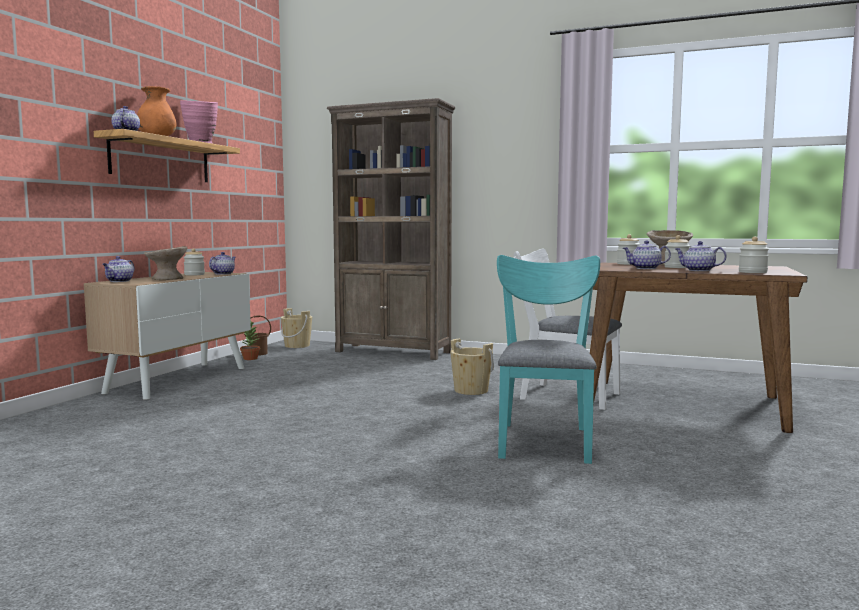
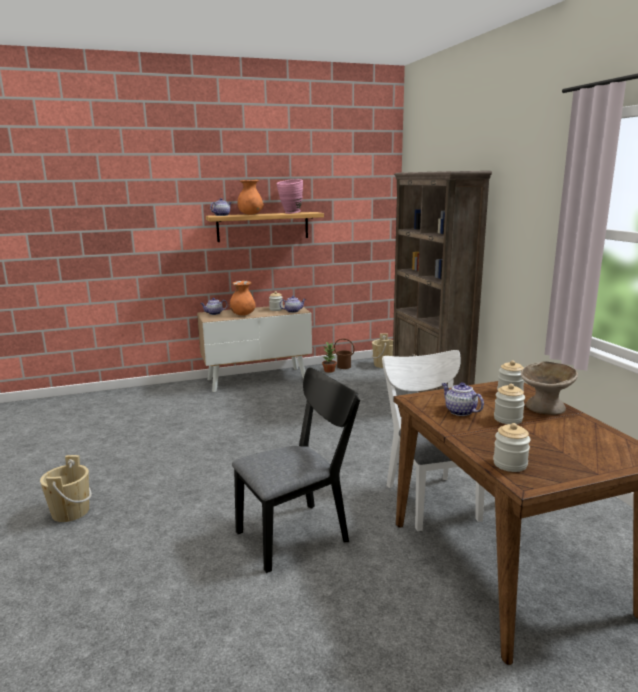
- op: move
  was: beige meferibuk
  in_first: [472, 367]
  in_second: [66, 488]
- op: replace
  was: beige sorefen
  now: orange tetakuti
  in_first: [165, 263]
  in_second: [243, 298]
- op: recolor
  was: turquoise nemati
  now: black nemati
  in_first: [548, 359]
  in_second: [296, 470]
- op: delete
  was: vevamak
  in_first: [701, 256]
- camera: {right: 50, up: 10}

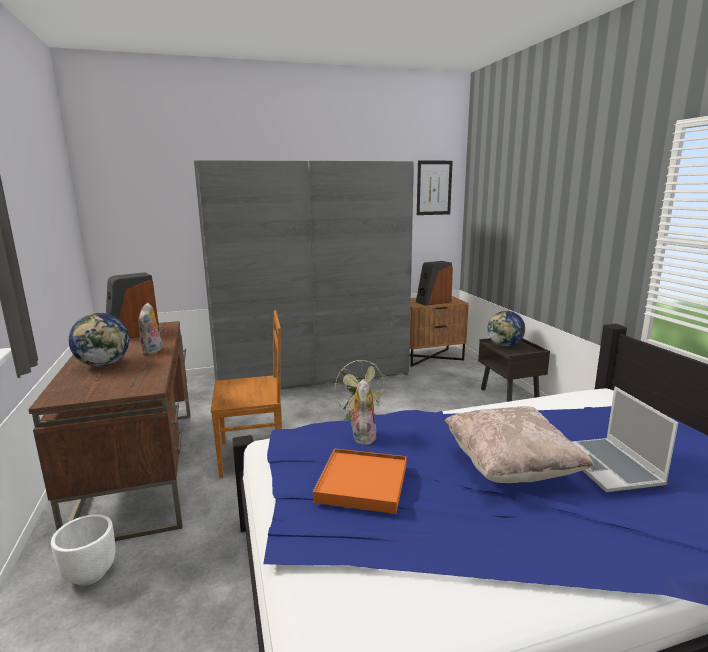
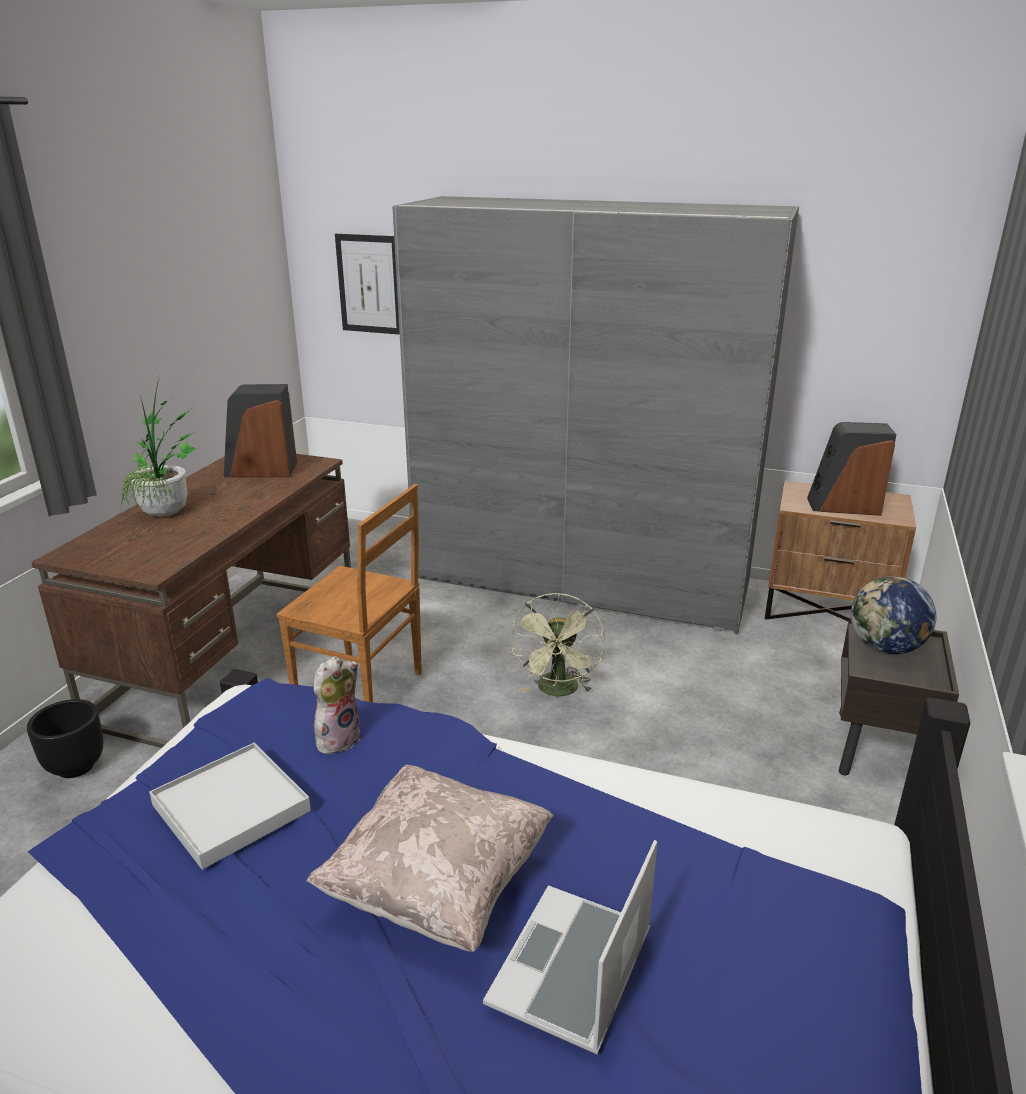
- op: recolor
  was: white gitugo
  now: black gitugo
  in_first: [83, 550]
  in_second: [65, 738]
- op: replace
  was: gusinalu
  now: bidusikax
  in_first: [99, 340]
  in_second: [159, 447]
- op: recolor
  was: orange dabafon
  now: white dabafon
  in_first: [360, 481]
  in_second: [230, 806]
- op: move
  was: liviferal
  in_first: [435, 187]
  in_second: [367, 284]
- op: delete
  was: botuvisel
  in_first: [150, 329]
- camera: {right: 35, up: 10}

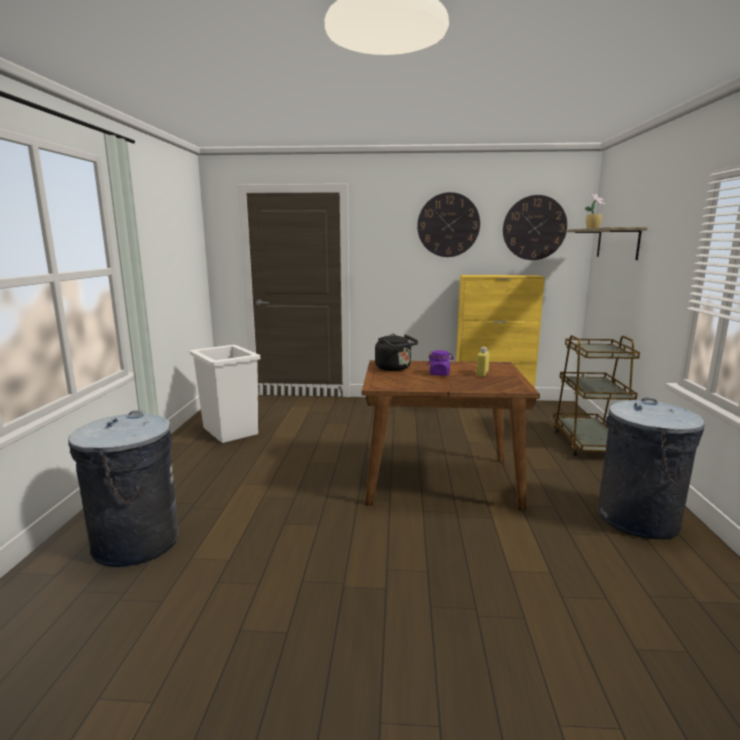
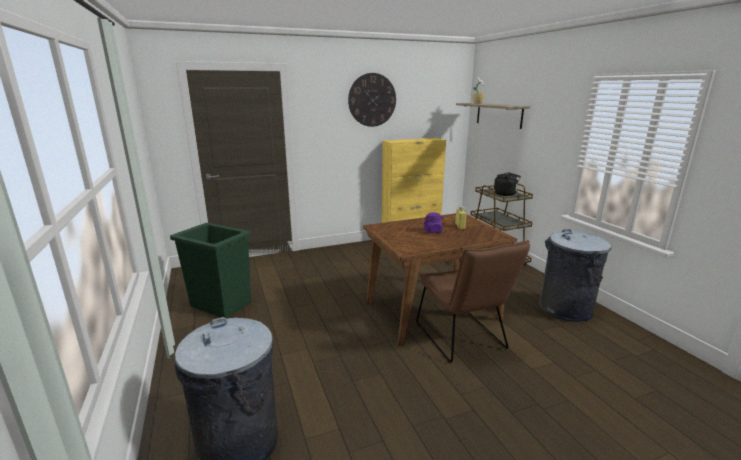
- op: recolor
  was: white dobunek
  now: green dobunek
  in_first: [225, 394]
  in_second: [210, 270]
- op: insert
  now: brown nemati
  in_second: [473, 301]
- op: move
  was: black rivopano
  in_first: [396, 352]
  in_second: [507, 184]
- op: delete
  was: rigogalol
  in_first: [535, 227]
- camera: {right: -25, up: 5}

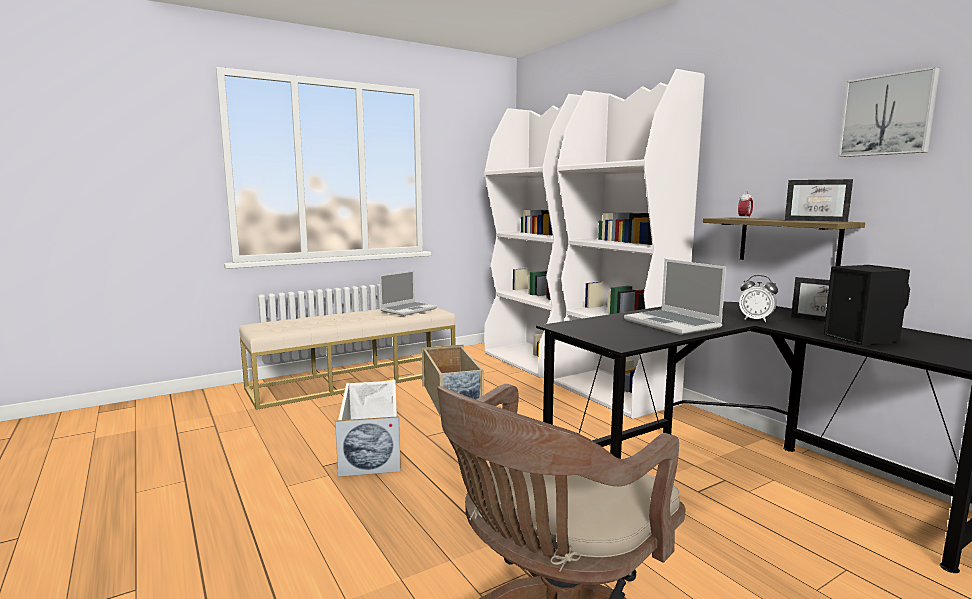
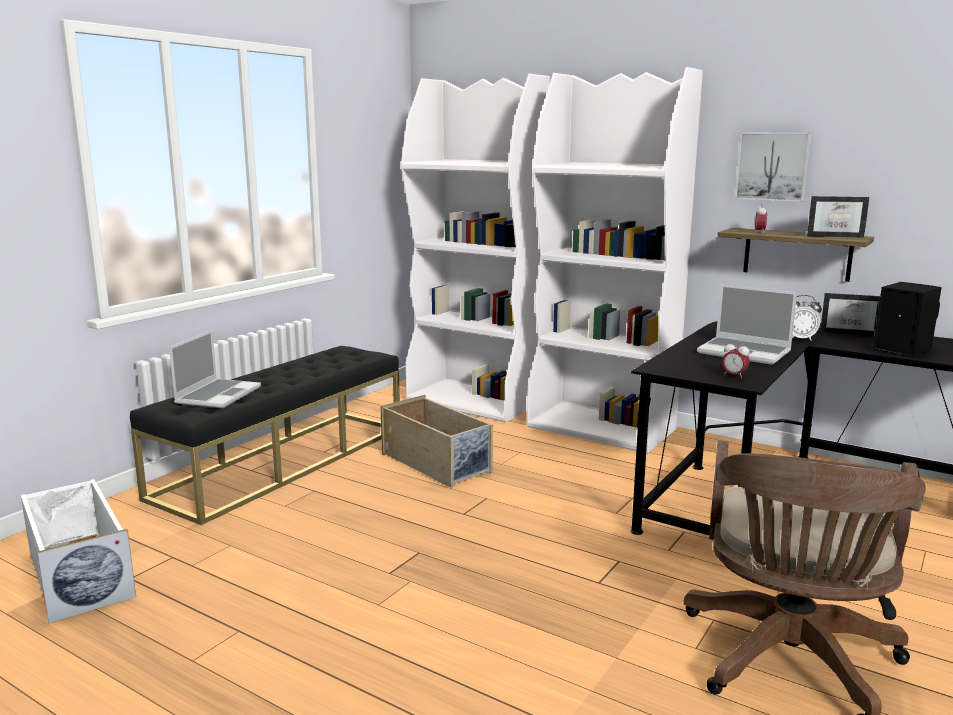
- op: move
  was: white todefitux
  in_first: [368, 428]
  in_second: [78, 551]
- op: recolor
  was: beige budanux
  now: black budanux
  in_first: [347, 359]
  in_second: [265, 435]
- op: move
  was: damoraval
  in_first: [408, 293]
  in_second: [215, 369]
- op: insert
  now: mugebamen
  in_second: [736, 360]
- op: move
  was: liviferal
  in_first: [889, 112]
  in_second: [773, 167]
- camera: {right: -25, up: 5}

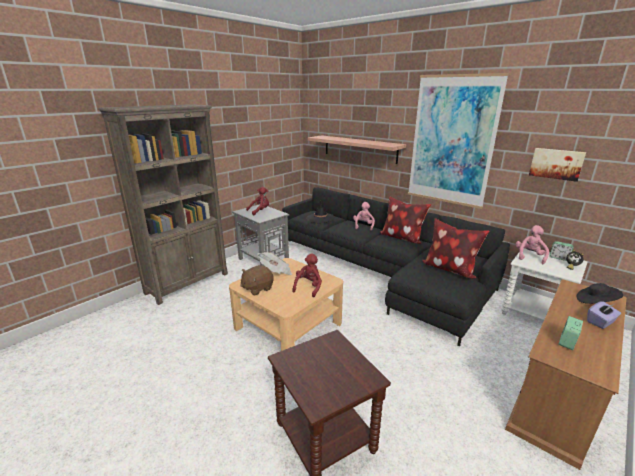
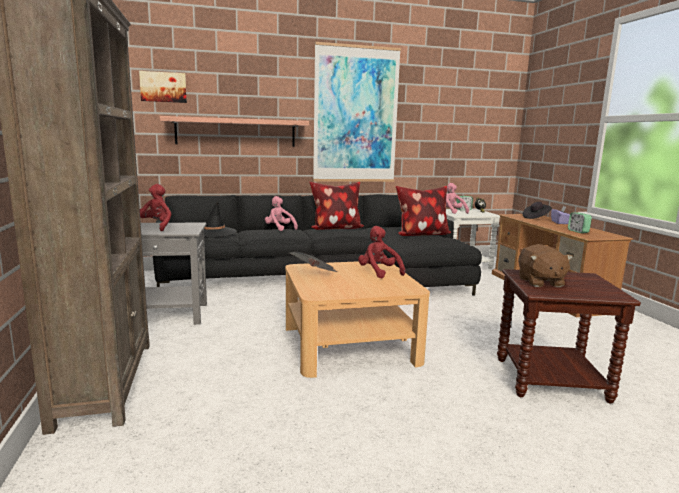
- op: move
  was: liviferal
  in_first: [557, 165]
  in_second: [163, 87]
- op: move
  was: brown botuvisel
  in_first: [257, 280]
  in_second: [545, 265]
- camera: {right: -55, up: -10}

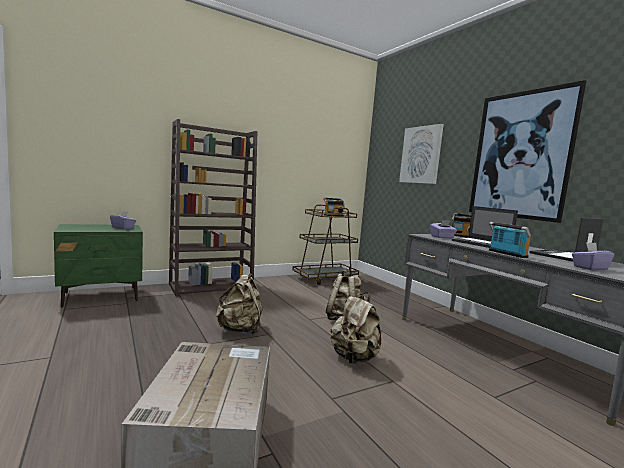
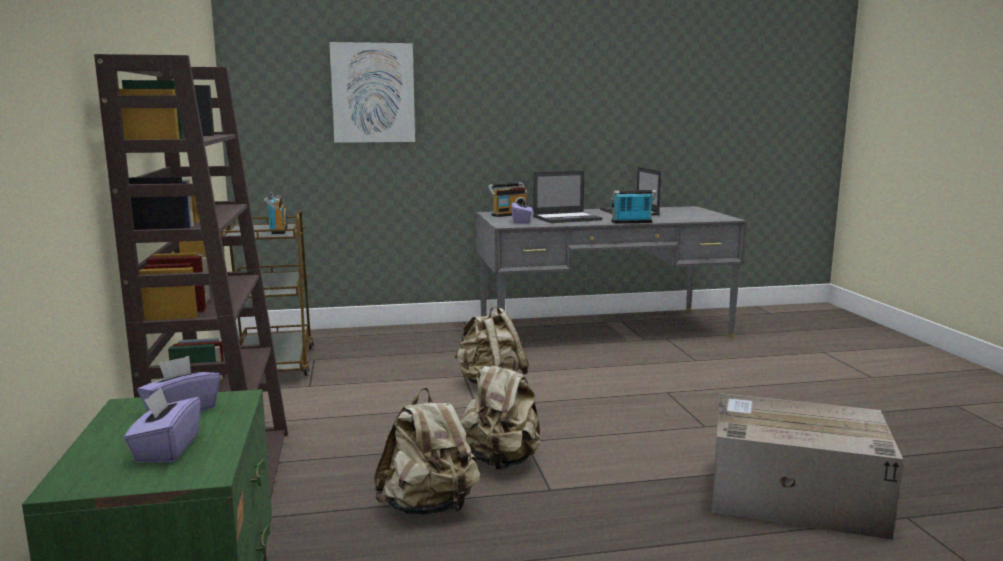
- op: move
  was: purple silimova
  in_first: [593, 256]
  in_second: [162, 425]
- op: move
  was: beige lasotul
  in_first: [355, 328]
  in_second: [427, 451]
- op: delete
  was: liviferal
  in_first: [527, 151]
- camera: {right: -70, up: 5}

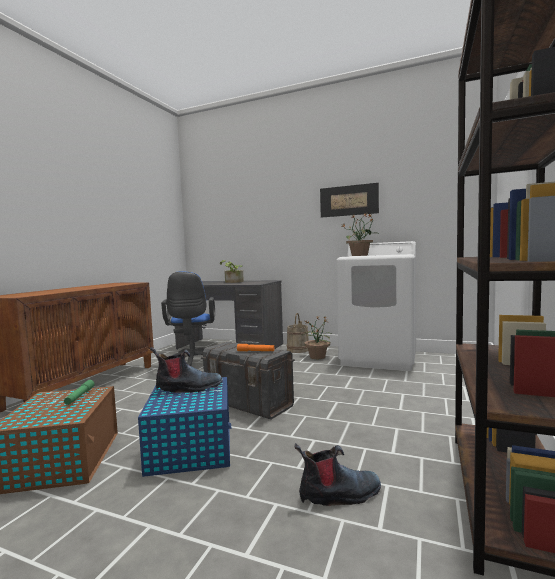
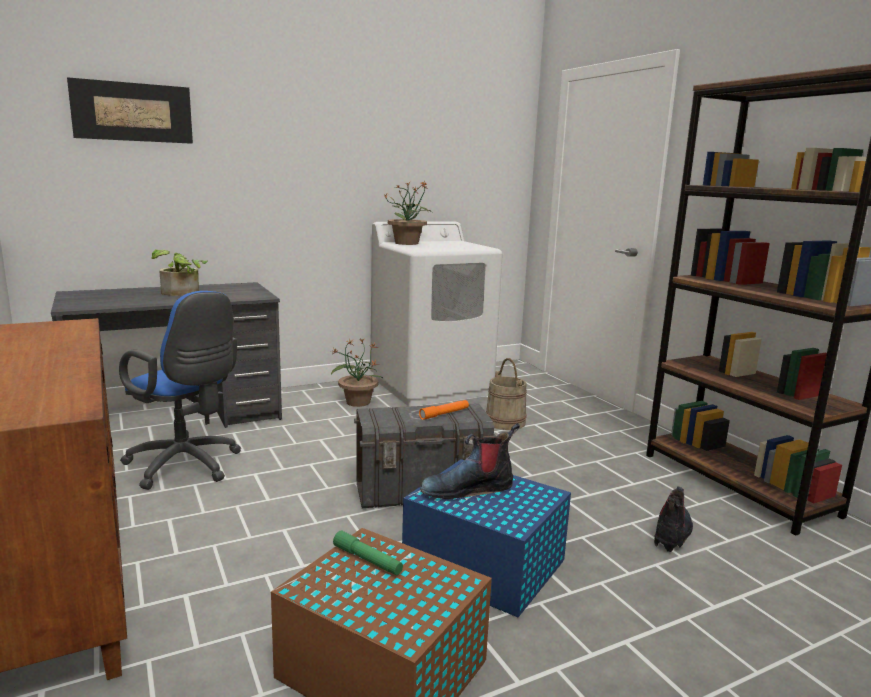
- op: move
  was: liviferal
  in_first: [349, 200]
  in_second: [130, 110]
- op: rotate
  was: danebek
  in_first: [186, 370]
  in_second: [470, 461]
  clockwise: -135
- op: move
  was: beige meferibuk
  in_first: [298, 333]
  in_second: [506, 394]
- camera: {right: -50, up: 10}

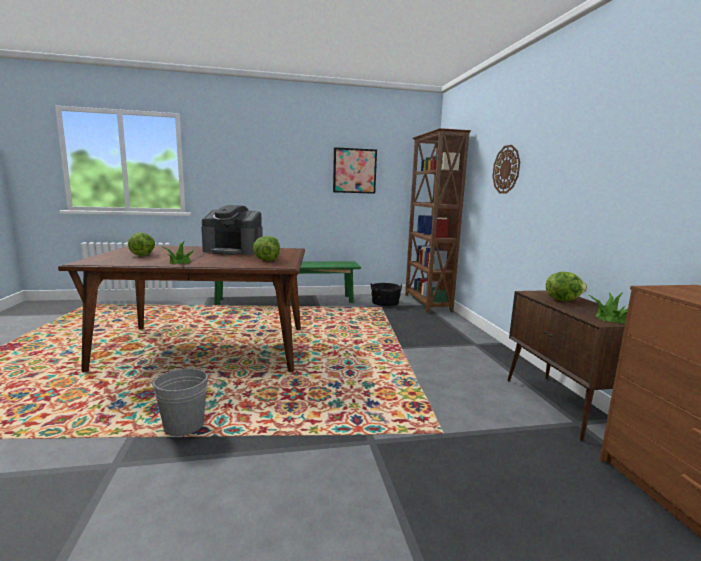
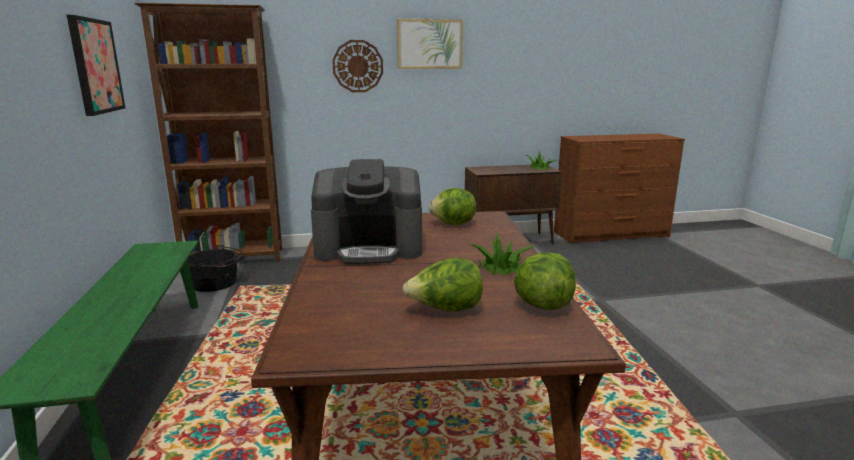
- op: rotate
  was: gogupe
  in_first: [232, 230]
  in_second: [366, 211]
  clockwise: 75
- op: insert
  now: liviferal
  in_second: [430, 44]
- op: move
  was: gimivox
  in_first: [566, 286]
  in_second: [545, 281]
- op: delete
  was: grey meferibuk
  in_first: [180, 402]
- camera: {right: -90, up: 5}

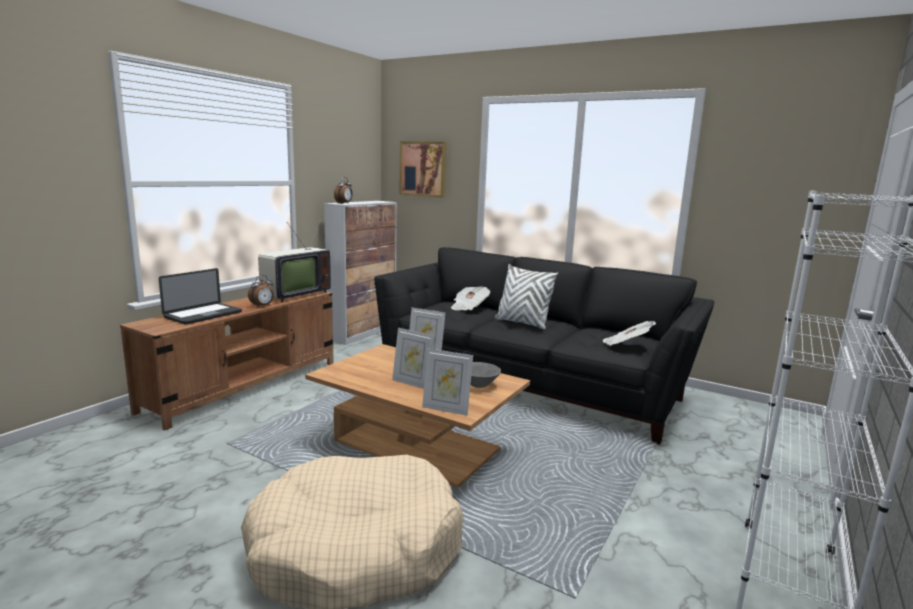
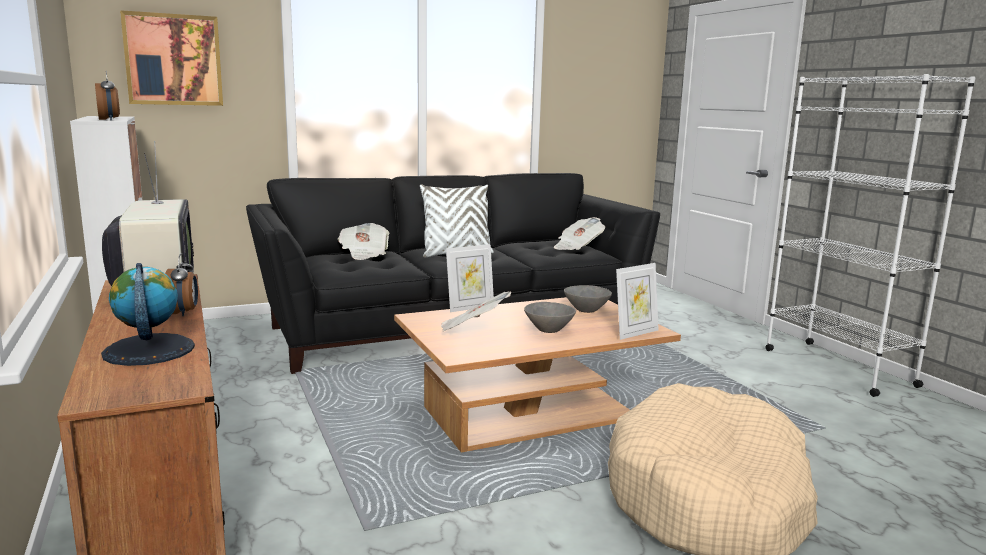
- op: replace
  was: damoraval
  now: gusinalu
  in_first: [200, 296]
  in_second: [148, 314]
- op: insert
  now: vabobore
  in_second: [476, 311]
- op: replace
  was: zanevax
  now: grey sorefen
  in_first: [413, 358]
  in_second: [550, 317]
- camera: {right: -55, up: 0}

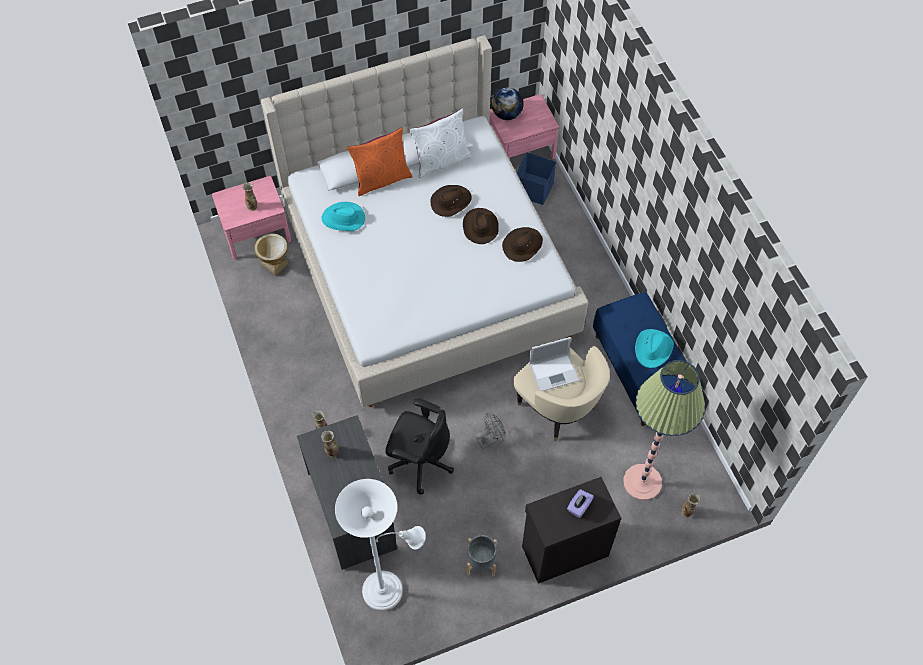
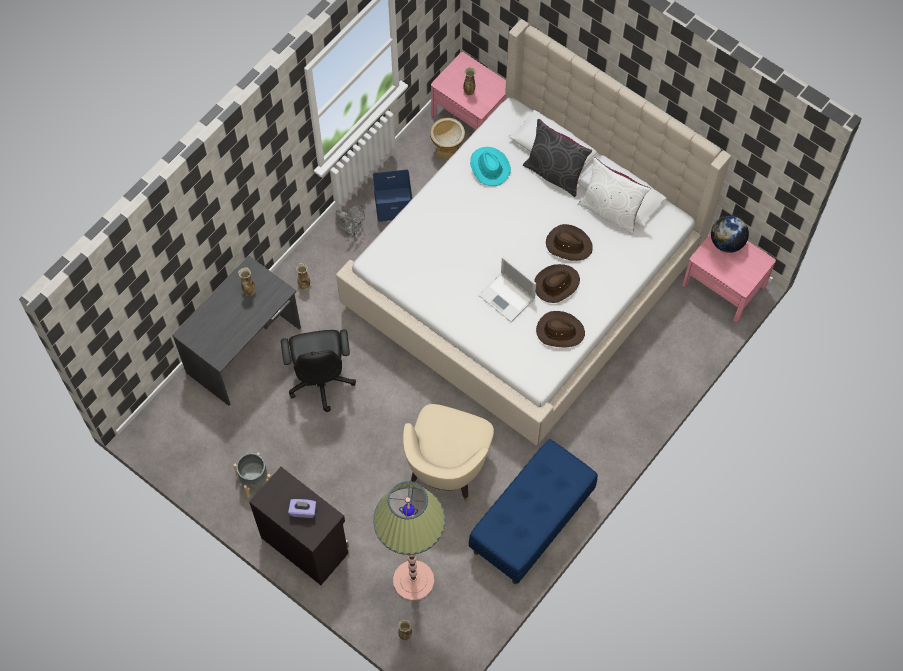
- op: move
  was: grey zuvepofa
  in_first: [490, 430]
  in_second: [350, 220]
- op: move
  was: blue todefitux
  in_first: [536, 179]
  in_second: [392, 196]
- op: move
  was: damoraval
  in_first: [554, 364]
  in_second: [507, 289]
- op: recolor
  was: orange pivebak
  now: grey pivebak
  in_first: [379, 161]
  in_second: [557, 158]
- op: delete
  was: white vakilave
  in_first: [380, 545]
- op: delete
  was: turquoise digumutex
  in_first: [654, 348]
- camera: {right: 60, up: 5}

